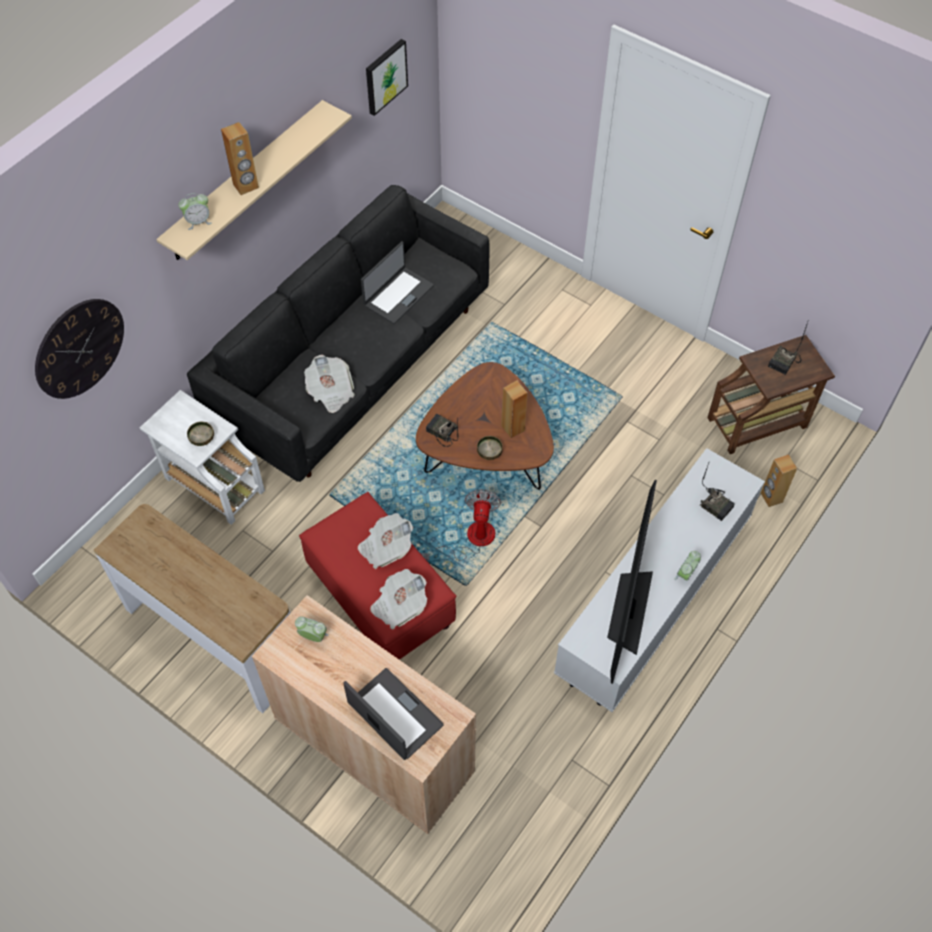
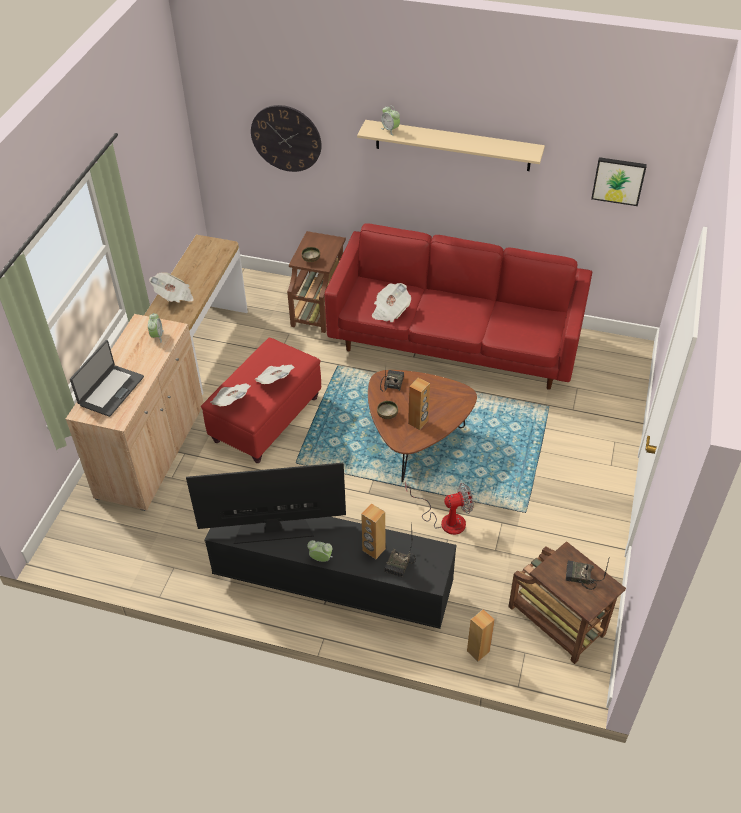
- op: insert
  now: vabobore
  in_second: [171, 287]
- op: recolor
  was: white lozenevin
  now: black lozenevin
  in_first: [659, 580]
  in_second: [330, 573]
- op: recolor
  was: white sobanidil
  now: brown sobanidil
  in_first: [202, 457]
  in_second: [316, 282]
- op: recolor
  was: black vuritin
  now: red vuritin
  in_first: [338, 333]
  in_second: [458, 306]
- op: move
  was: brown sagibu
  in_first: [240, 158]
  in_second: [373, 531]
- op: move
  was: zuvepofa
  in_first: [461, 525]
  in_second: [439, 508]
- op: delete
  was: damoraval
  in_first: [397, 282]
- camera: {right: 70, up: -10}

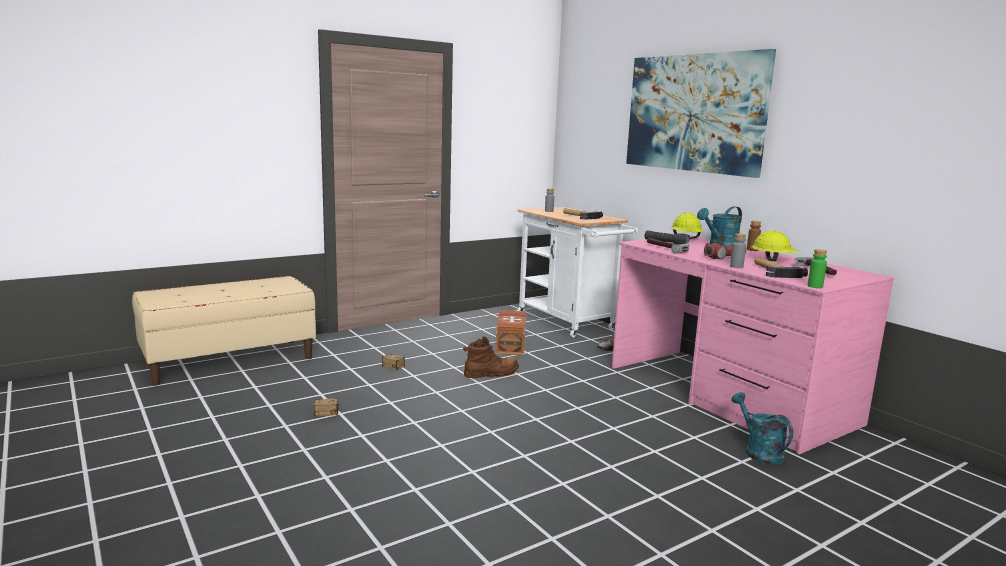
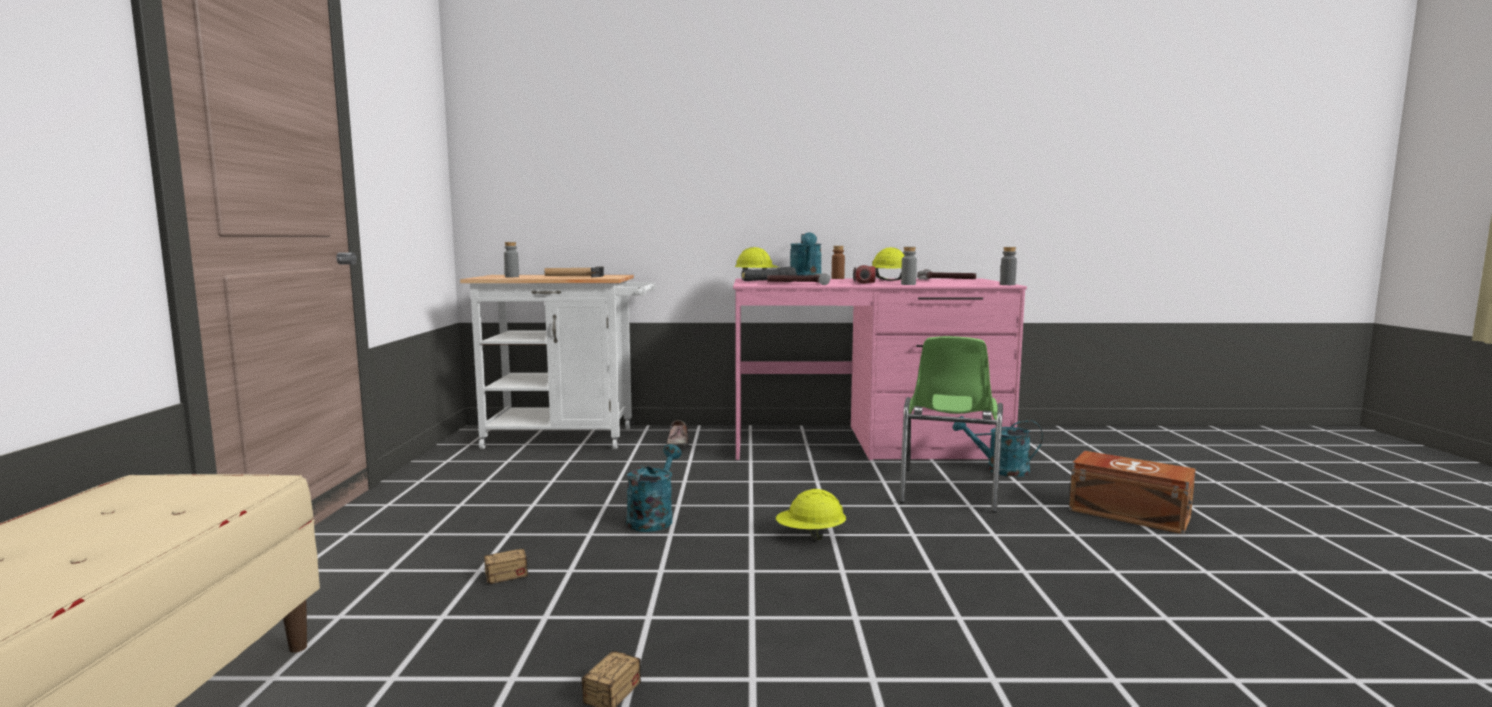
- op: replace
  was: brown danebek
  now: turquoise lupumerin
  in_first: [491, 357]
  in_second: [654, 488]
- op: insert
  now: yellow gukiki
  in_second: [811, 514]
- op: insert
  now: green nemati
  in_second: [951, 424]
- op: recolor
  was: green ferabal
  now: grey ferabal
  in_first: [817, 268]
  in_second: [1008, 266]
- op: move
  was: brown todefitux
  in_first: [510, 332]
  in_second: [1132, 492]
- op: delete
  was: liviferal
  in_first: [701, 113]
- op: delete
  was: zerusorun
  in_first: [781, 267]
- camera: {right: -55, up: -5}

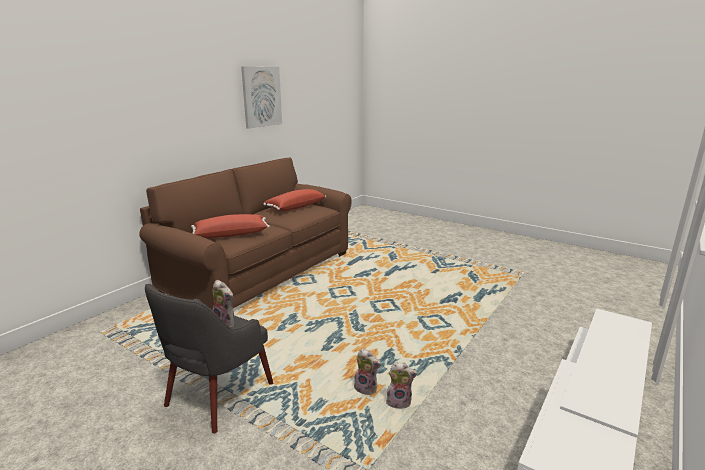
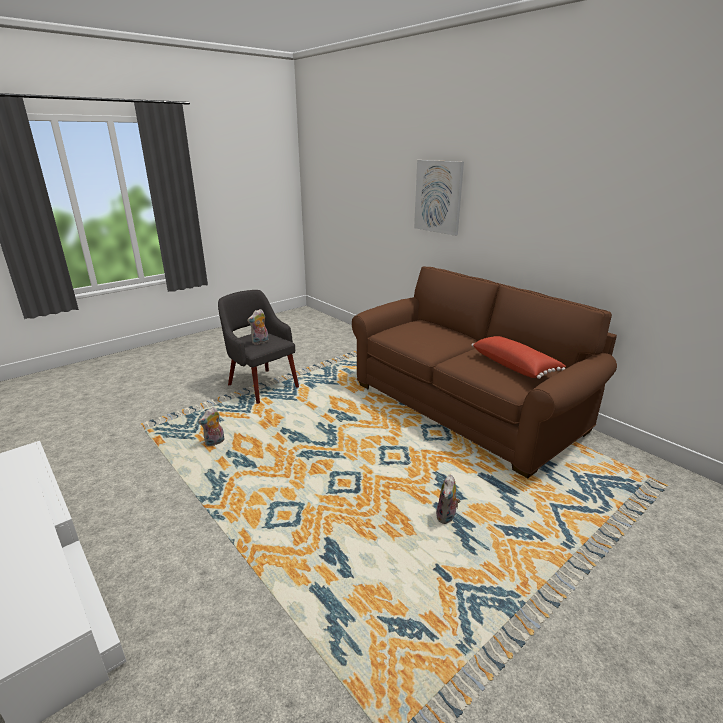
- op: move
  was: liviferal
  in_first: [261, 97]
  in_second: [439, 198]
- op: move
  was: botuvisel
  in_first: [401, 385]
  in_second: [448, 499]
- op: delete
  was: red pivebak
  in_first: [230, 226]
- camera: {right: 105, up: 5}

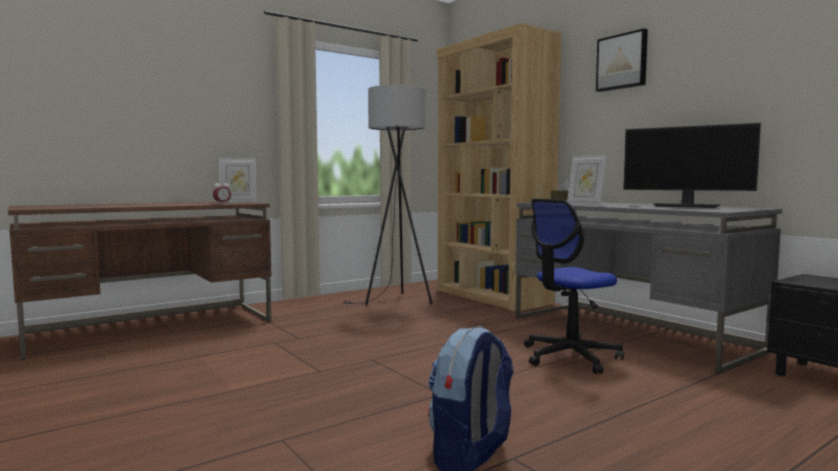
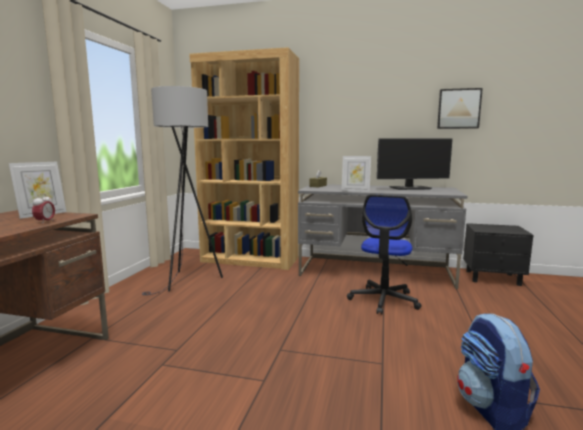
- op: move
  was: liviferal
  in_first: [622, 60]
  in_second: [460, 108]
- camera: {right: -40, up: 5}

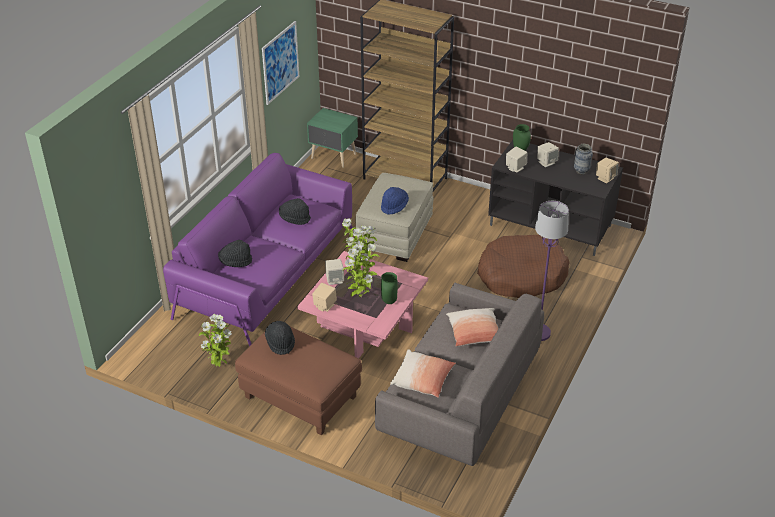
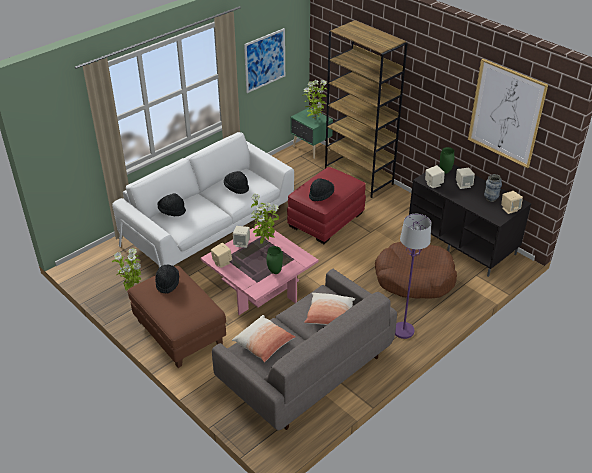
- op: recolor
  was: purple vuritin
  now: white vuritin
  in_first: [258, 249]
  in_second: [203, 200]
- op: recolor
  was: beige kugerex
  now: red kugerex
  in_first: [394, 217]
  in_second: [326, 205]
- op: move
  was: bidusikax
  in_first: [361, 270]
  in_second: [314, 99]
- op: recolor
  was: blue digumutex
  now: black digumutex
  in_first: [395, 201]
  in_second: [321, 189]
- op: insert
  now: liviferal
  in_second: [508, 113]
- camera: {right: 20, up: 0}

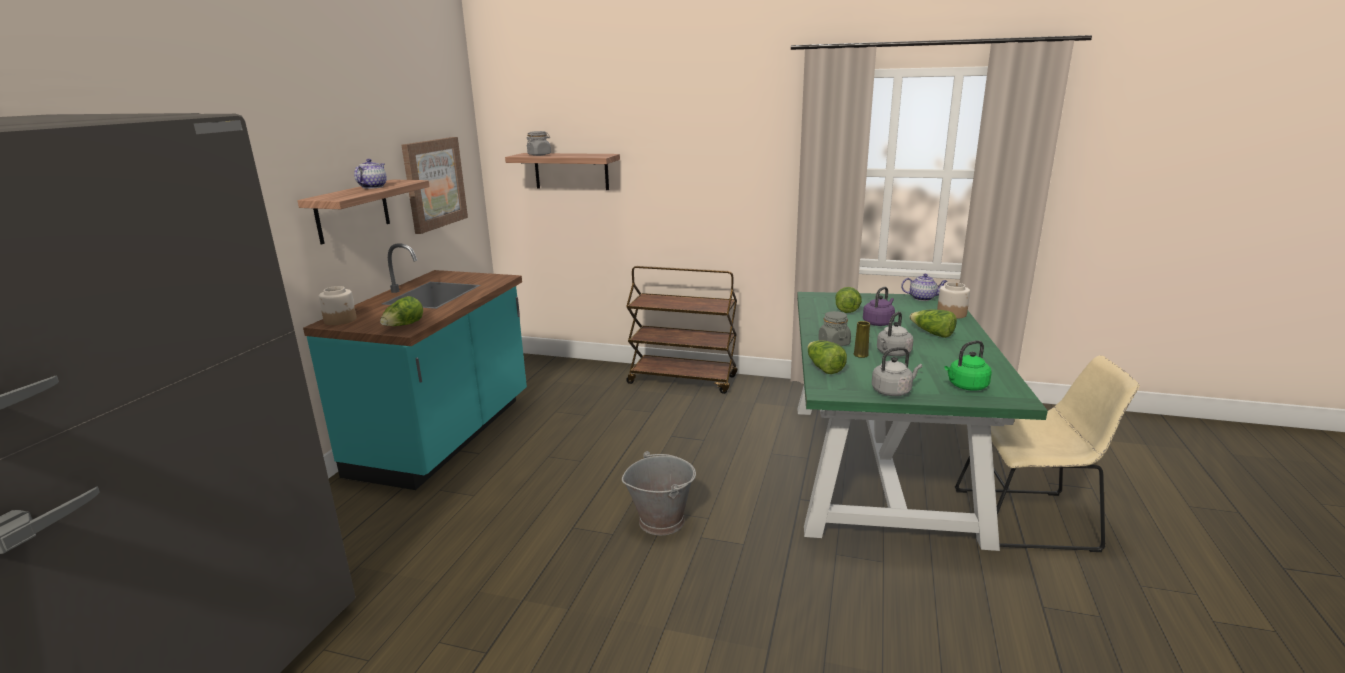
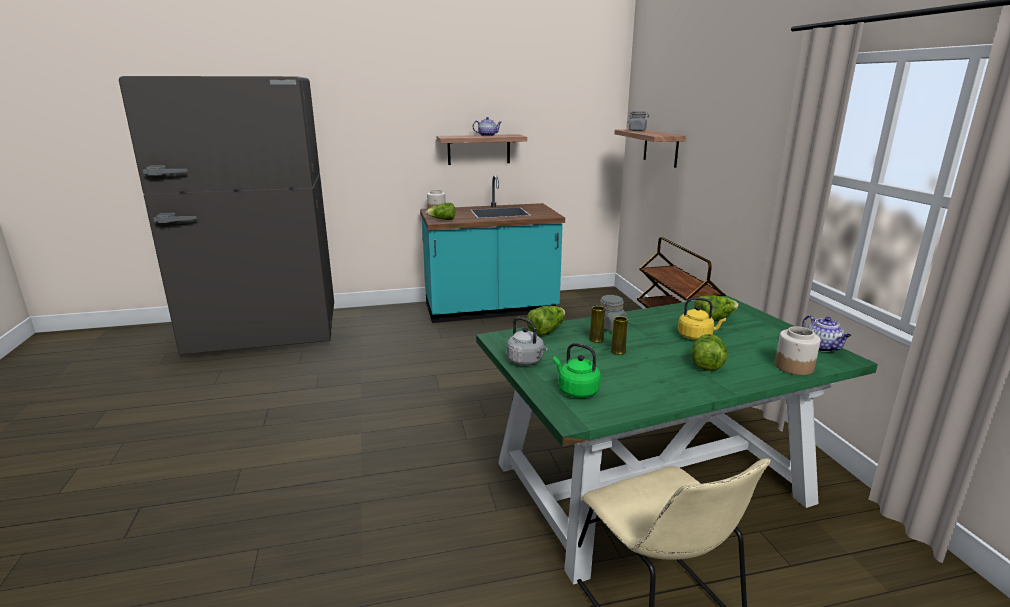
- op: replace
  was: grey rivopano
  now: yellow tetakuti
  in_first: [895, 334]
  in_second: [619, 335]
- op: recolor
  was: purple rivopano
  now: yellow rivopano
  in_first: [879, 306]
  in_second: [702, 318]
- op: delete
  was: liviferal
  in_first: [434, 185]
- op: delete
  was: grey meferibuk
  in_first: [659, 493]
- camera: {right: 60, up: 0}

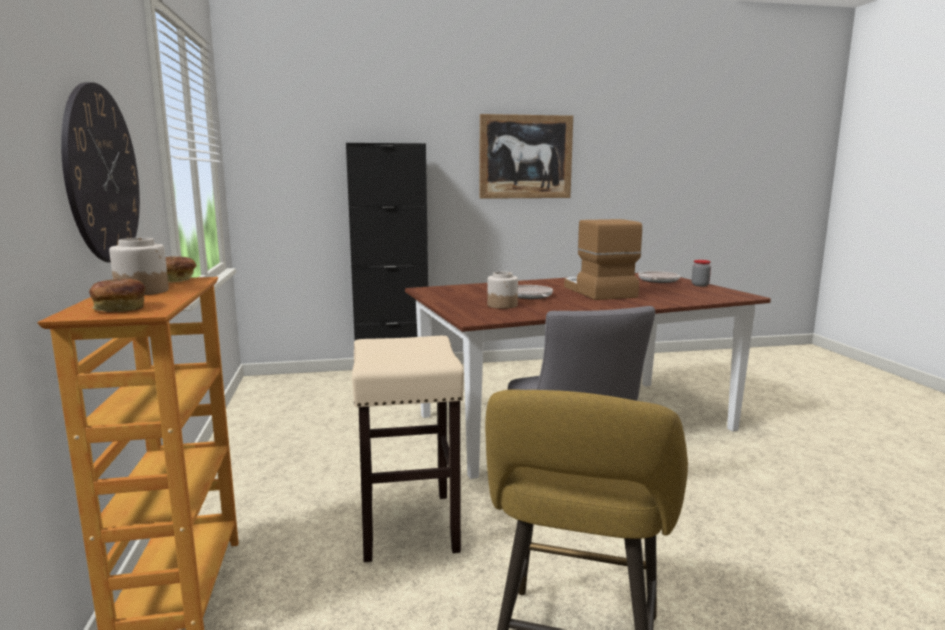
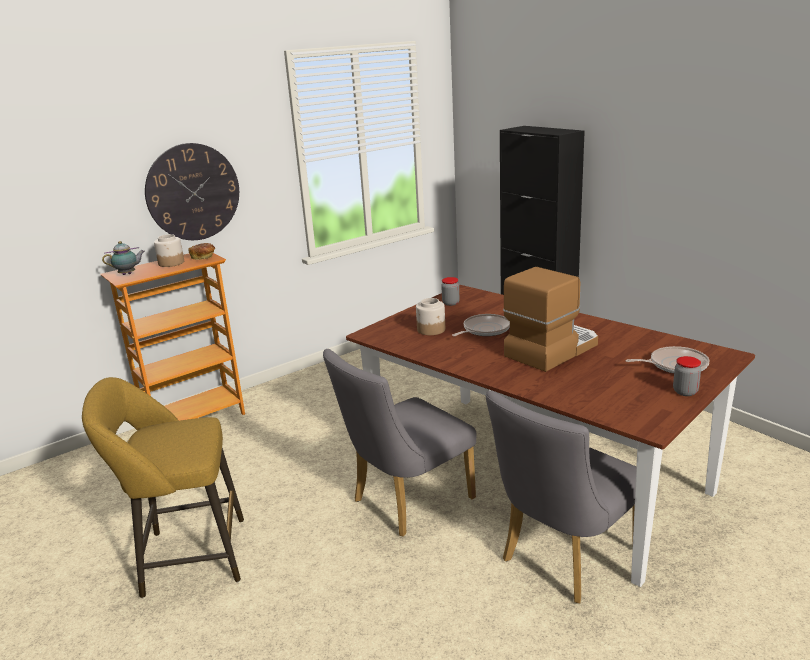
- op: replace
  was: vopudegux
  now: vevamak
  in_first: [117, 295]
  in_second: [123, 258]
- op: insert
  now: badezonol
  in_second: [450, 291]
- op: insert
  now: grey nemati
  in_second: [561, 497]
- op: delete
  was: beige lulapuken
  in_first: [408, 449]
- op: delete
  was: liviferal
  in_first: [526, 156]
- camera: {right: 65, up: 10}

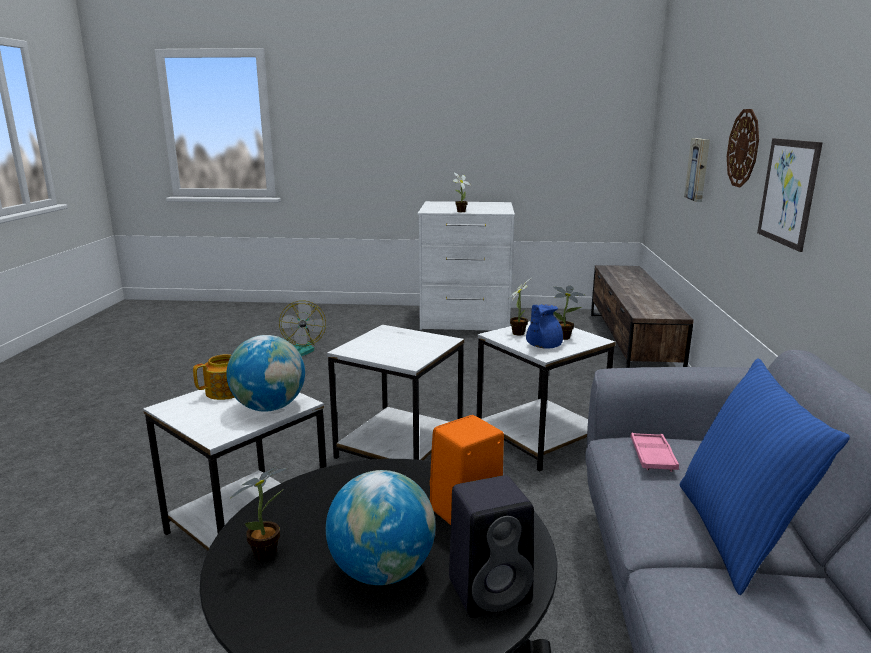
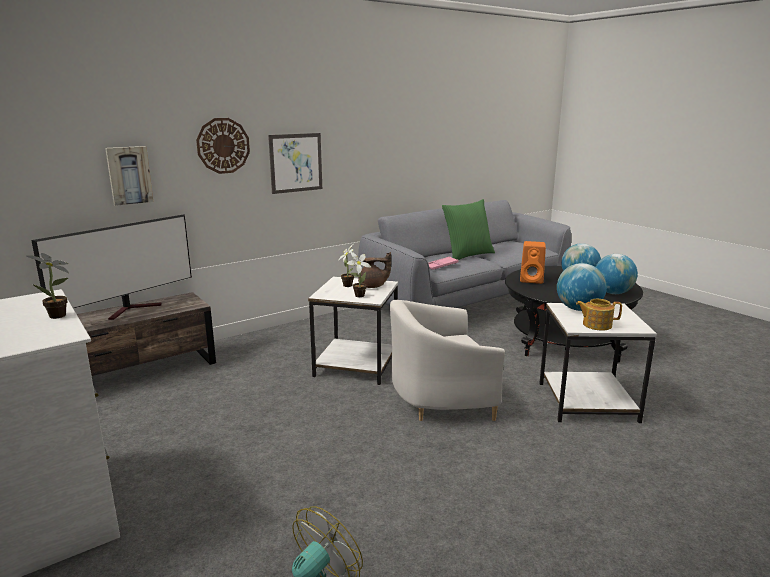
- op: insert
  now: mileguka
  in_second: [111, 267]
- op: recolor
  was: blue vevamak
  now: brown vevamak
  in_first: [544, 326]
  in_second: [374, 270]
- op: replace
  was: white sobanidil
  now: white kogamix
  in_first: [395, 392]
  in_second: [447, 360]
- op: recolor
  was: blue pivebak
  now: green pivebak
  in_first: [765, 476]
  in_second: [468, 229]
- op: replace
  was: bidusikax
  now: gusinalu
  in_first: [259, 514]
  in_second: [617, 274]
- op: delete
  was: black sagibu
  in_first: [491, 546]
- camera: {right: -130, up: 0}

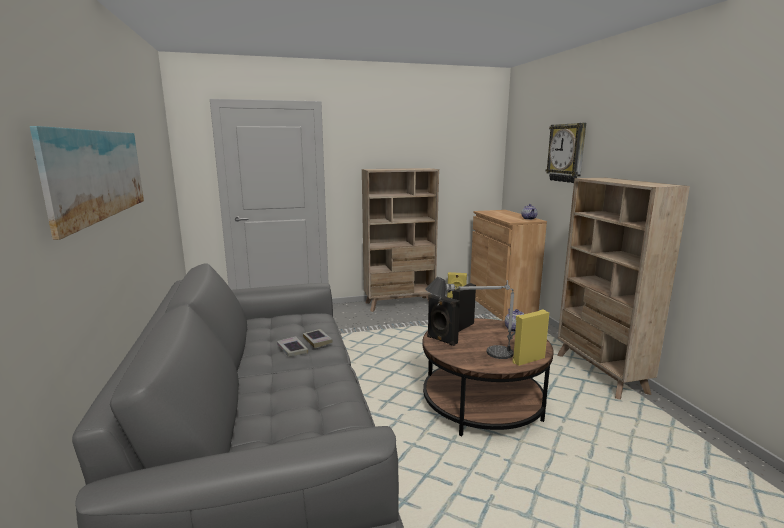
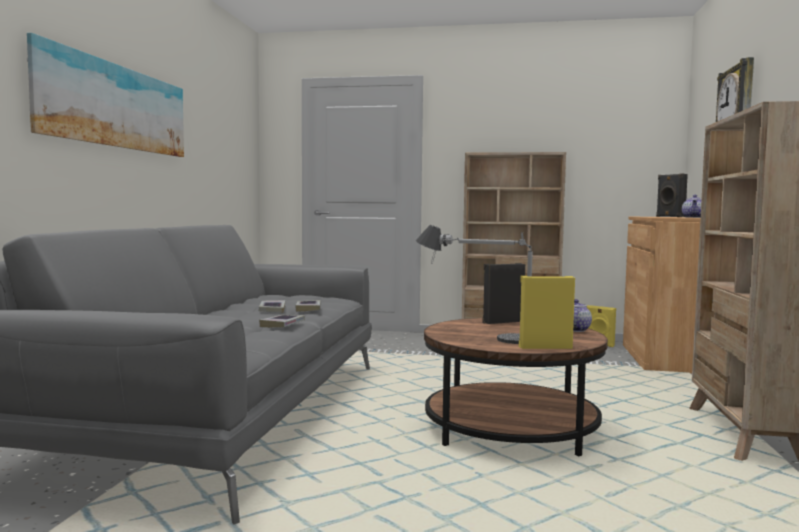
- op: insert
  now: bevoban
  in_second: [282, 321]
- op: move
  was: black sagibu
  in_first: [443, 320]
  in_second: [672, 195]
- camera: {right: 25, up: -10}

